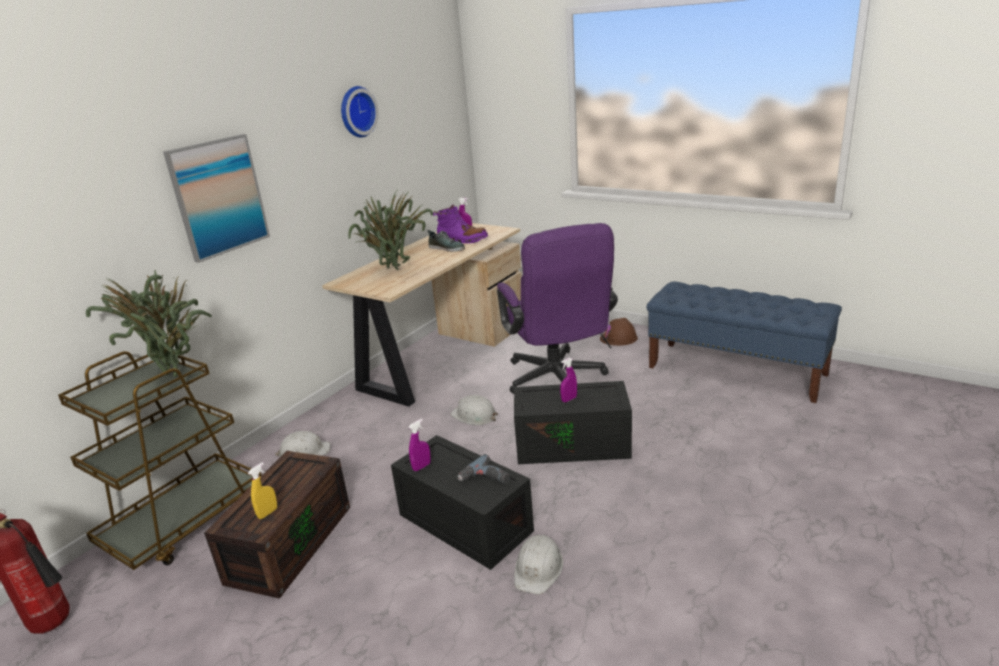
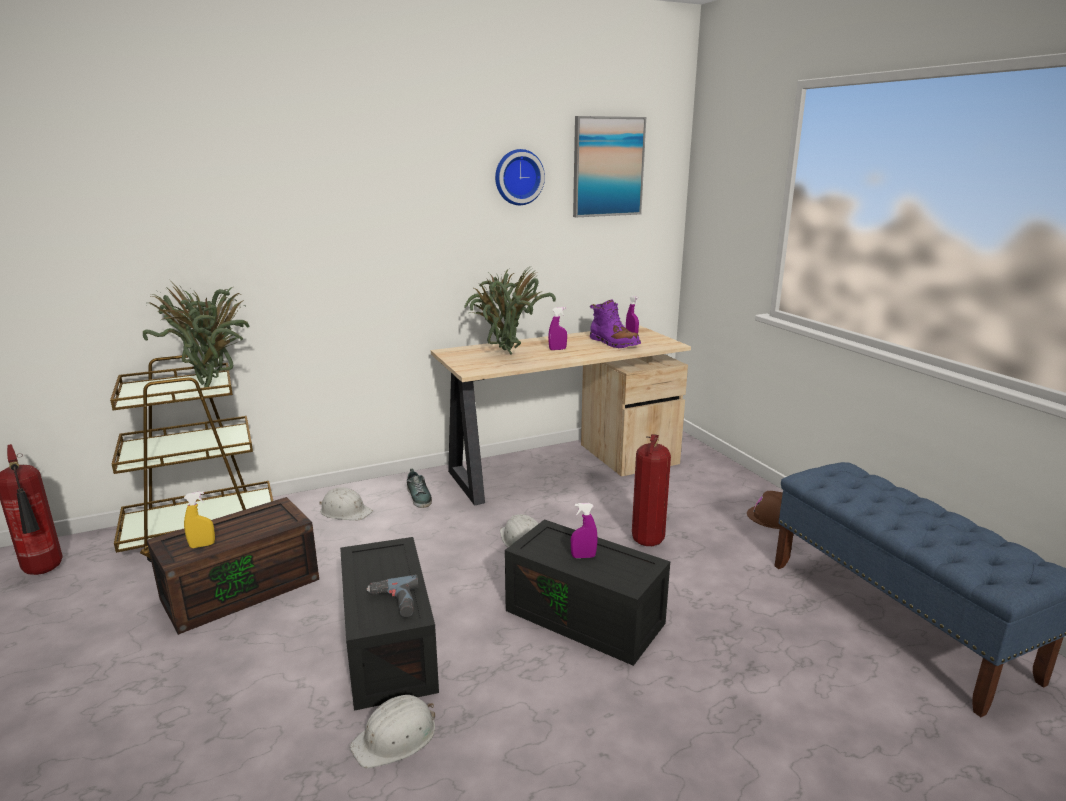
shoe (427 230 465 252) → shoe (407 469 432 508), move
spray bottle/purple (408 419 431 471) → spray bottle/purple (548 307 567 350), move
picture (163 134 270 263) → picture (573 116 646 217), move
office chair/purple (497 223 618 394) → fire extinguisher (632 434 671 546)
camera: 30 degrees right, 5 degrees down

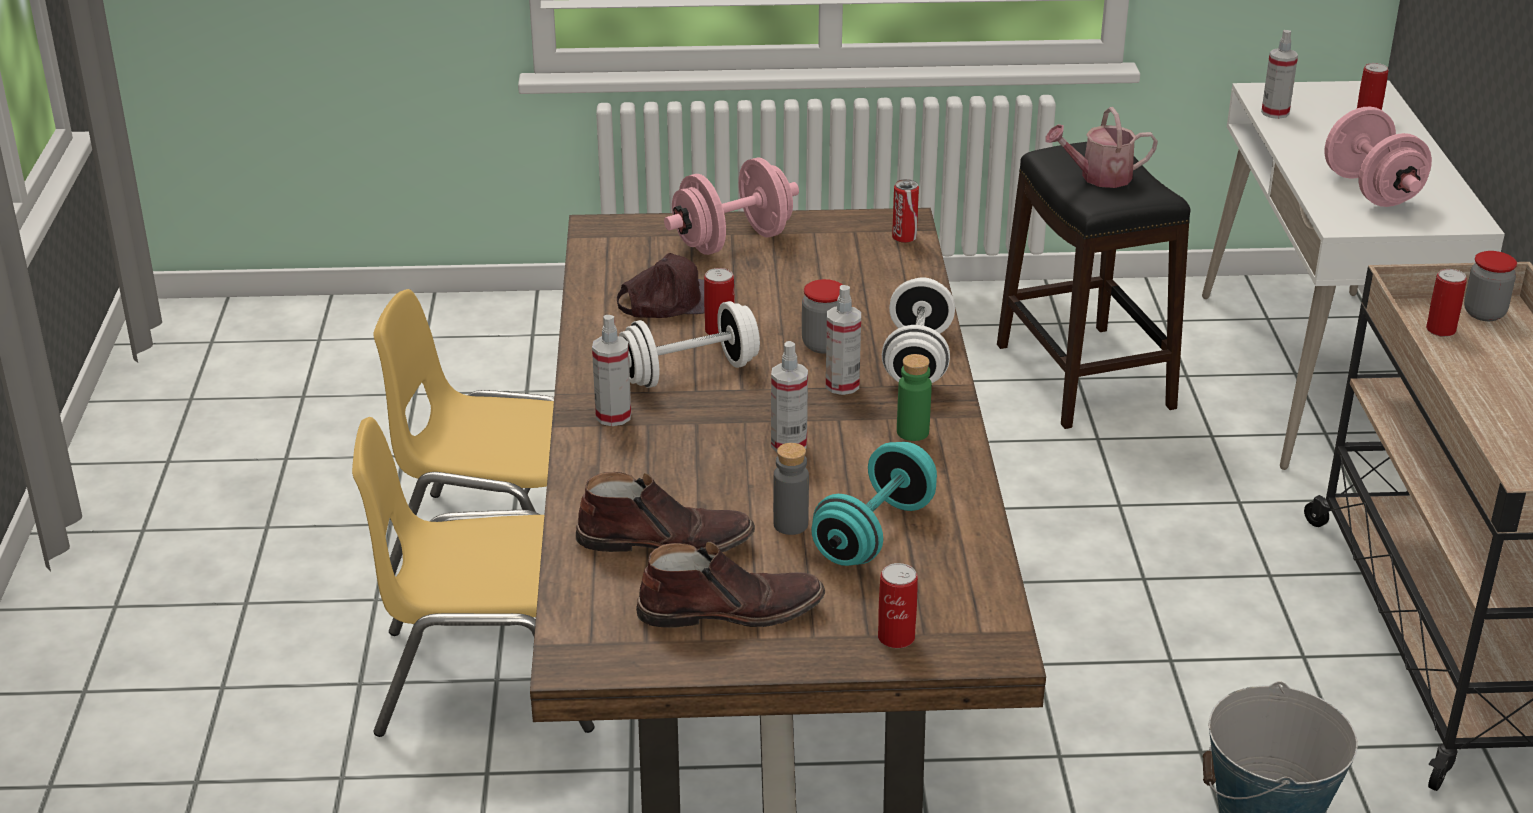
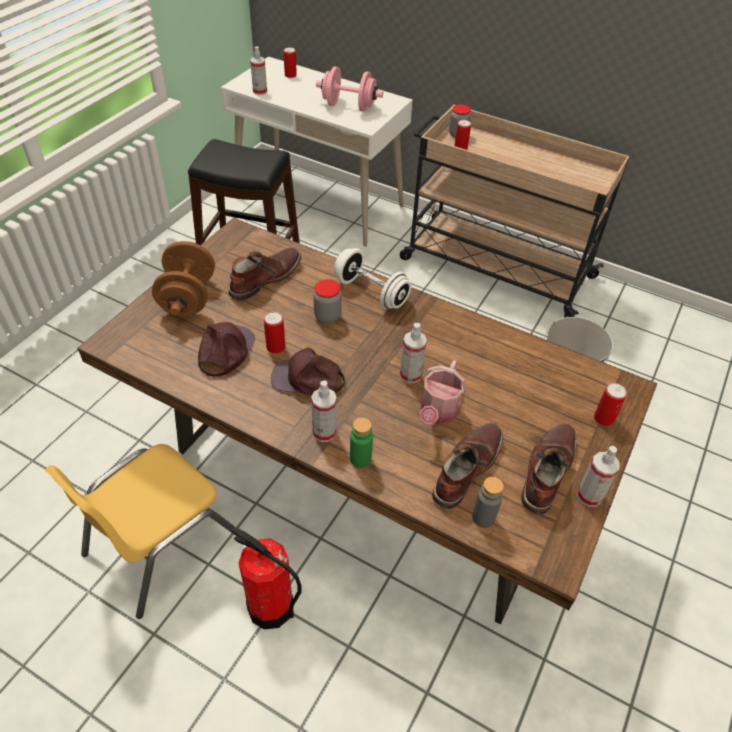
dumbbell/pink (664 157 799 255) → dumbbell/brown (152 241 215 316)
- → boot/brown (228 248 301 301)
chair/yellow (352 417 595 737) → fire extinguisher (231 527 302 630)
dumbbell/white (619 301 760 388) → cap/brown (271 348 345 395)
bottle/green (897 354 932 441) → bottle/green (350 418 373 468), move
watering can (1045 107 1158 188) → watering can (419 360 467 426), move
bottle/grey (773 443 809 535) → bottle/grey (472 477 504 528), move
spray bottle (826 285 861 395) → spray bottle (577 446 620 507), move
dumbbell/turquoise (811 442 937 566) → -
can (892 179 919 243) → -
camera: 60 degrees left, 15 degrees up

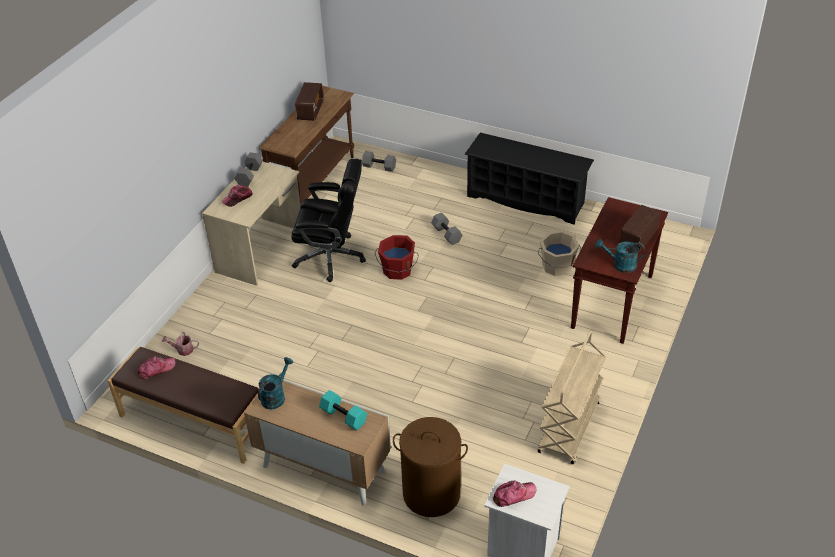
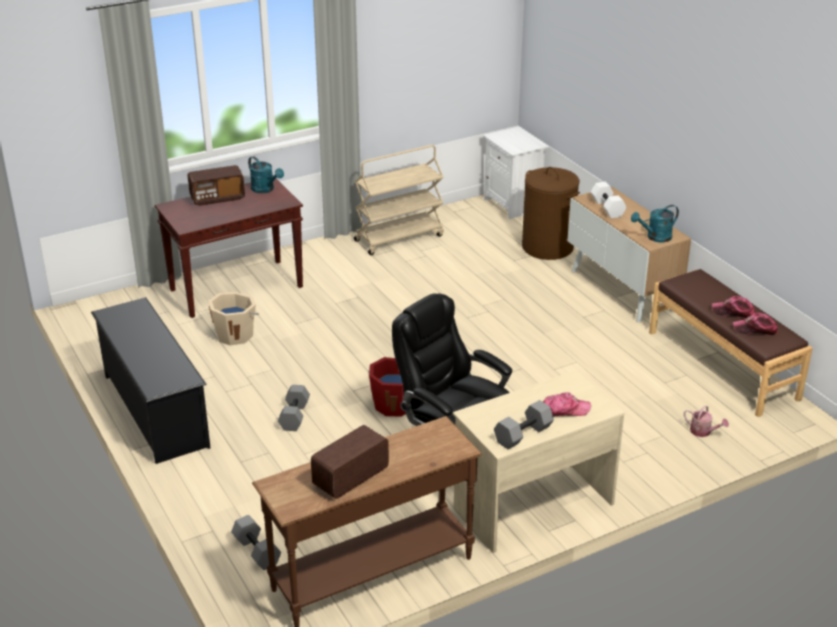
dumbbell/turquoise (319 390 367 431) → dumbbell/white (591 182 626 218)
cap (493 480 536 507) → cap (712 296 756 318), move
camera: 145 degrees left, 10 degrees down

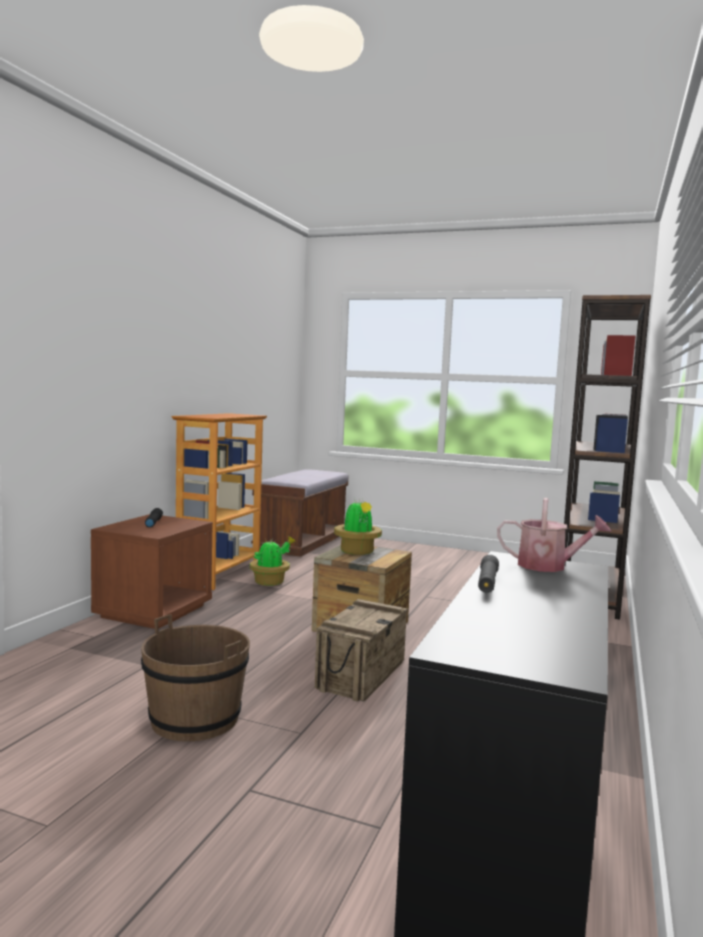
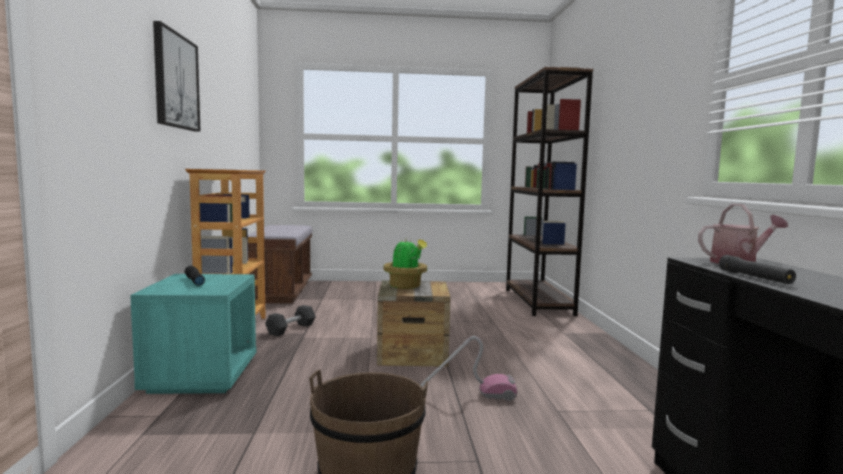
nightstand/brown (91 514 213 629) → nightstand/turquoise (131 274 256 394)
- → picture (153 21 200 132)
potted plant (250 536 296 586) → dumbbell/black (265 305 316 336)
crate (315 599 408 702) → vacuum cleaner (420 336 517 401)
camera: 25 degrees left, 0 degrees up

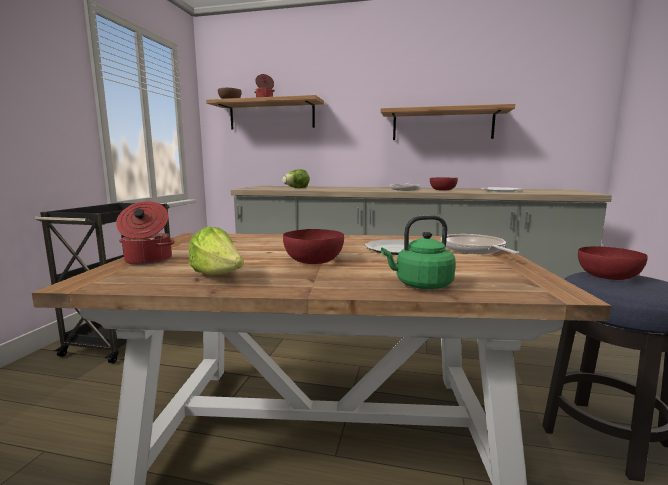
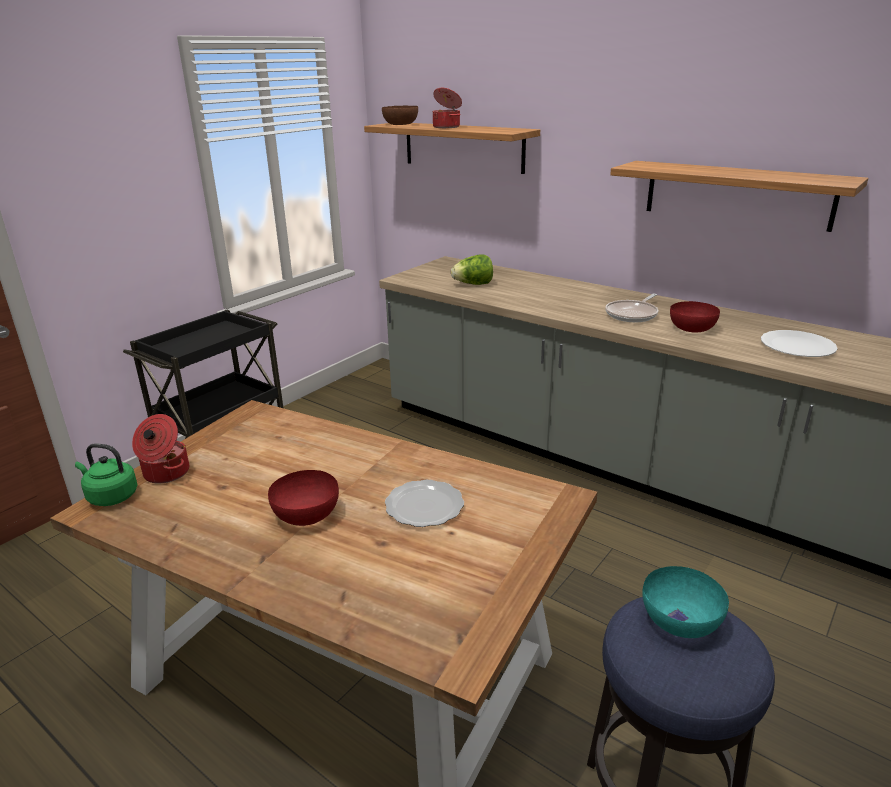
kettle/green (381 215 456 289) → kettle/green (75 443 138 506), move
bowl/red (578 247 648 280) → bowl/turquoise (642 566 729 638)
lettuce (189 227 244 275) → -
frying pan (441 234 519 254) → -
camera: 25 degrees right, 15 degrees up

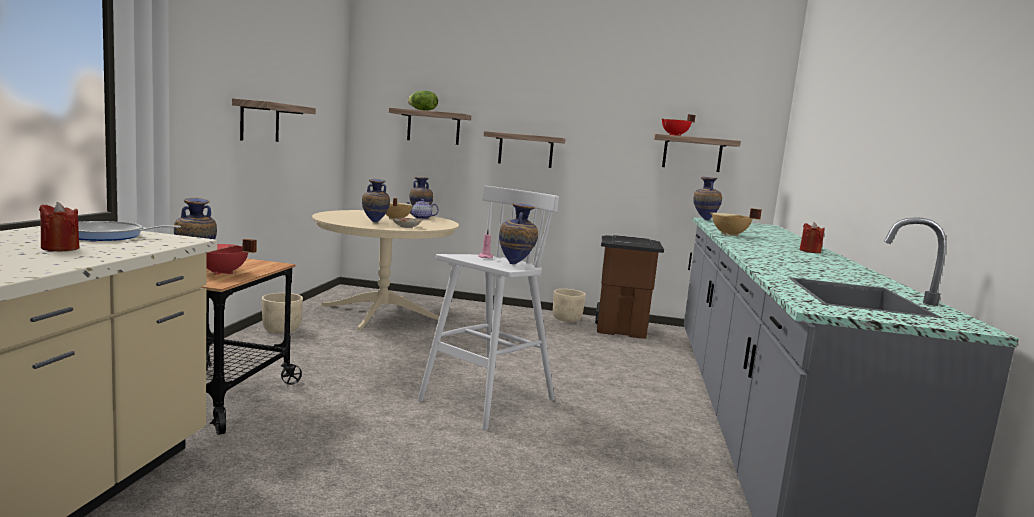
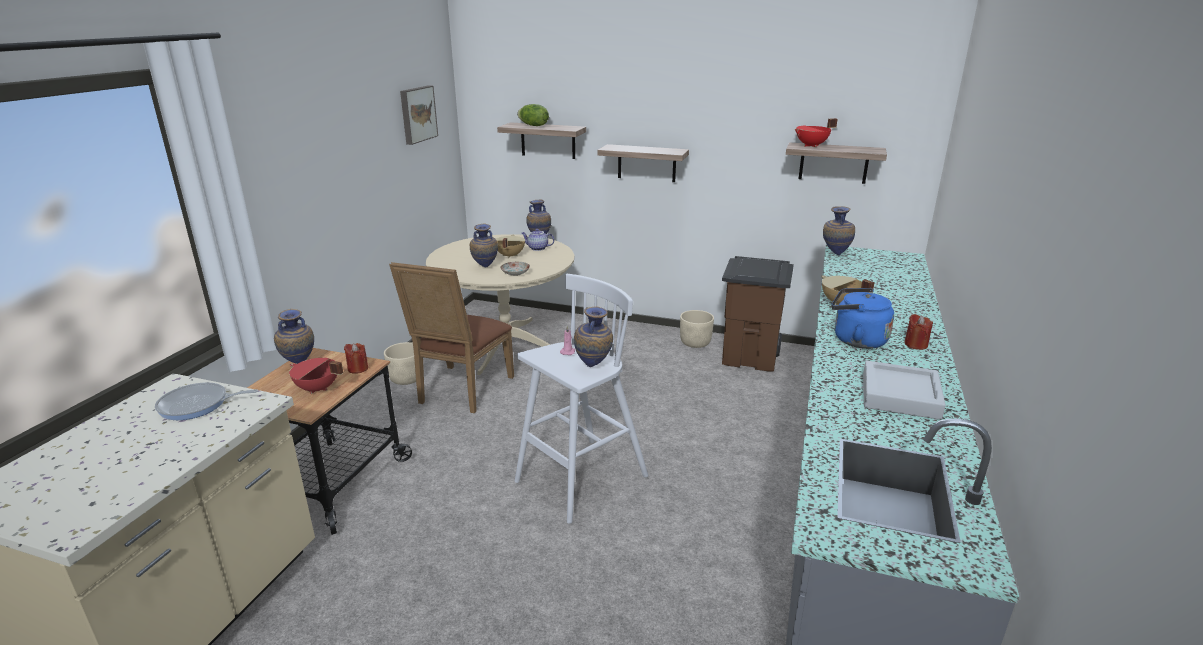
candle/red (39 202 79 251) → candle/red (344 343 368 374), move
- → chair/brown (389 262 514 413)
- → picture (400 85 438 145)
- → kettle/blue (832 288 894 349)
- → tray/grey (863 361 946 420)
shelf (232 98 316 142) → -
camera: 10 degrees right, 15 degrees up

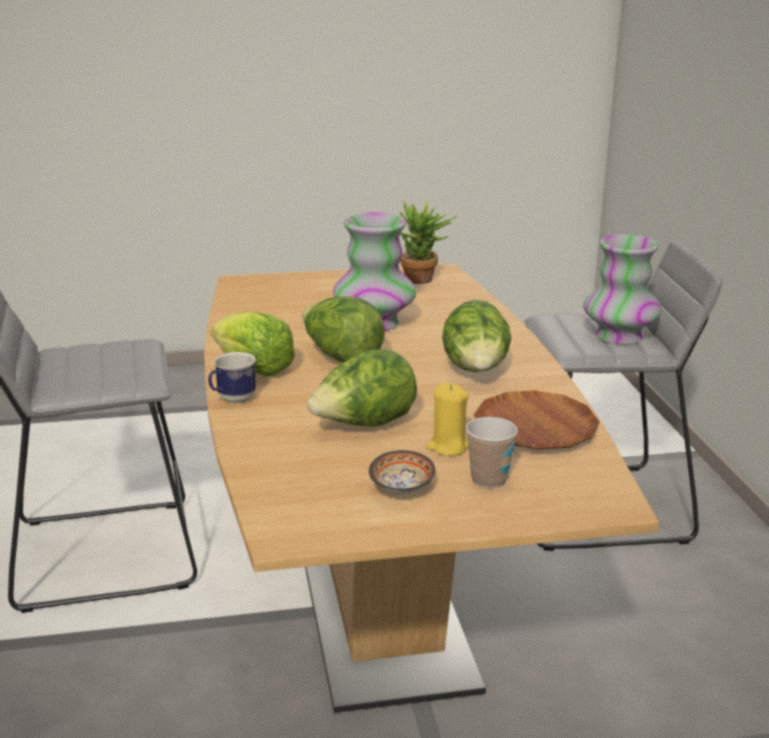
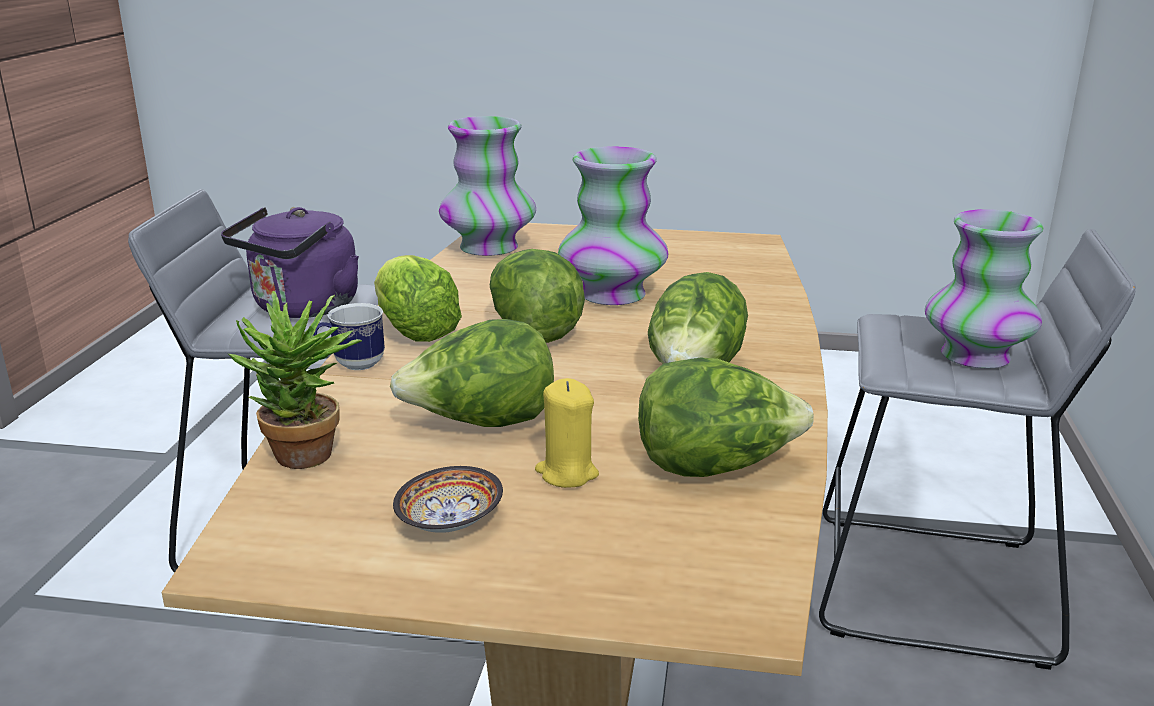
- → kettle/purple (221 207 359 318)
potted plant (400 200 457 284) → potted plant (228 291 362 469), move
- → vase (439 116 536 256)
plate/brown (474 390 599 450) → lettuce (638 358 814 477)
cup (466 417 518 489) → -
camera: 20 degrees right, 0 degrees up

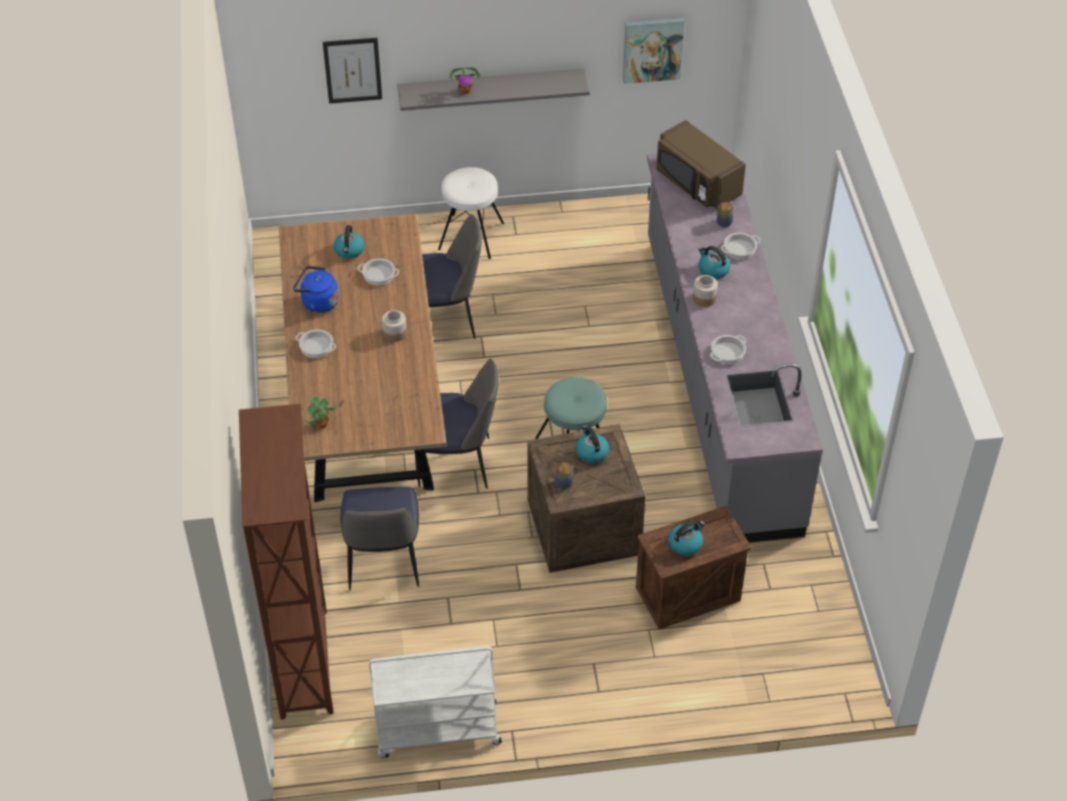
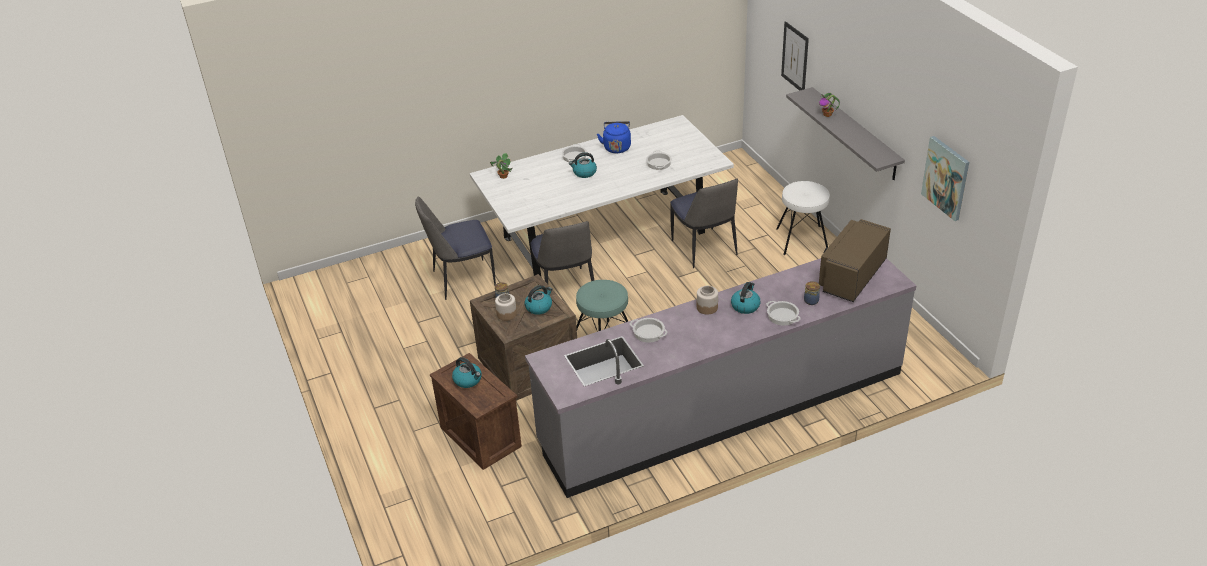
dining table/brown (279 214 447 502) → dining table/white (470 115 734 276)
jar (382 310 407 342) → jar (495 293 517 321), move
kettle (334 225 365 259) → kettle (569 152 597 178), move
bookcase/brown (239 404 333 720) → -
cart/white (369 646 502 758) → -
camera: 75 degrees right, 10 degrees down

